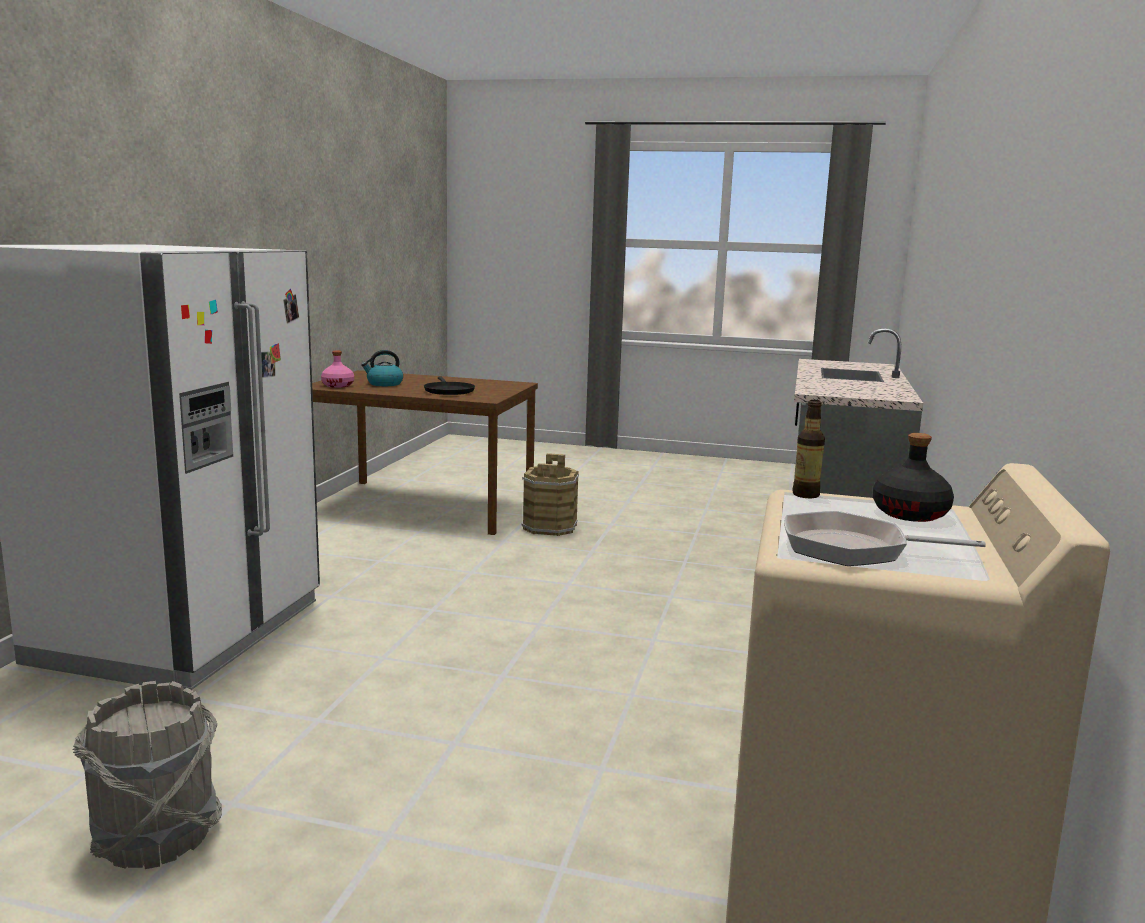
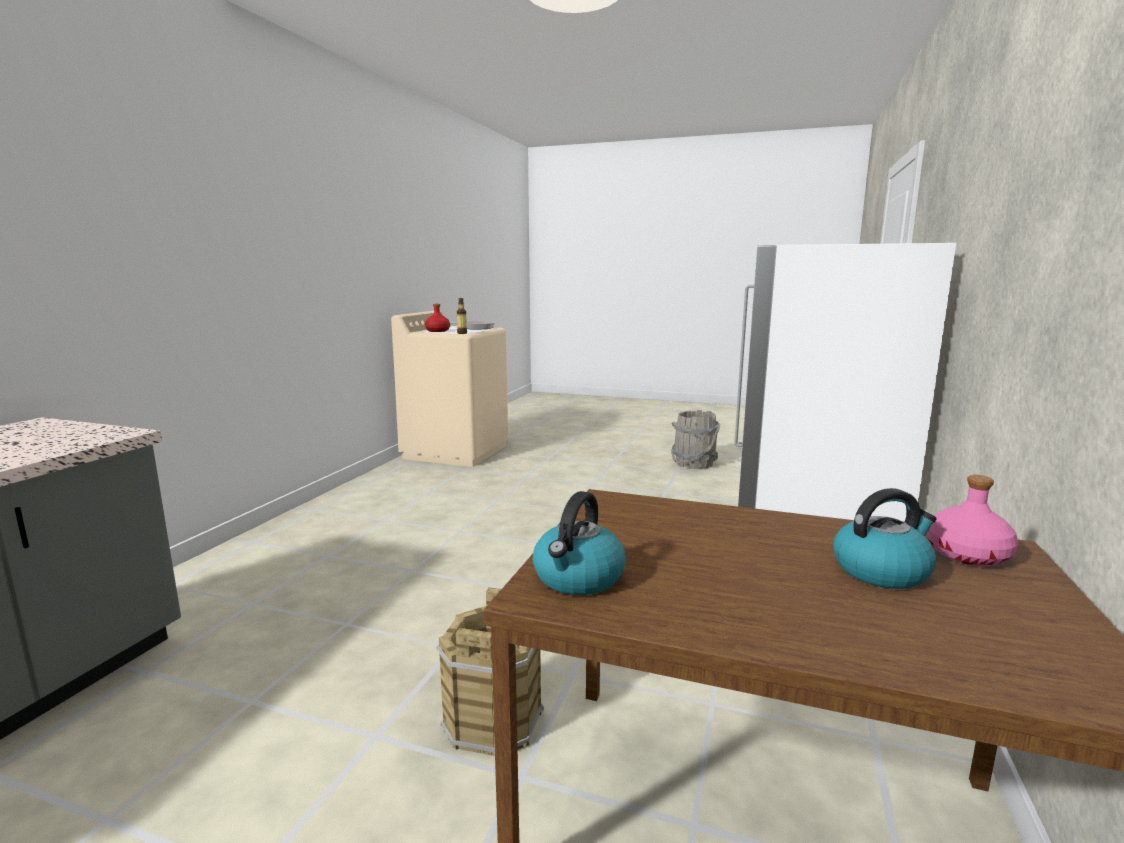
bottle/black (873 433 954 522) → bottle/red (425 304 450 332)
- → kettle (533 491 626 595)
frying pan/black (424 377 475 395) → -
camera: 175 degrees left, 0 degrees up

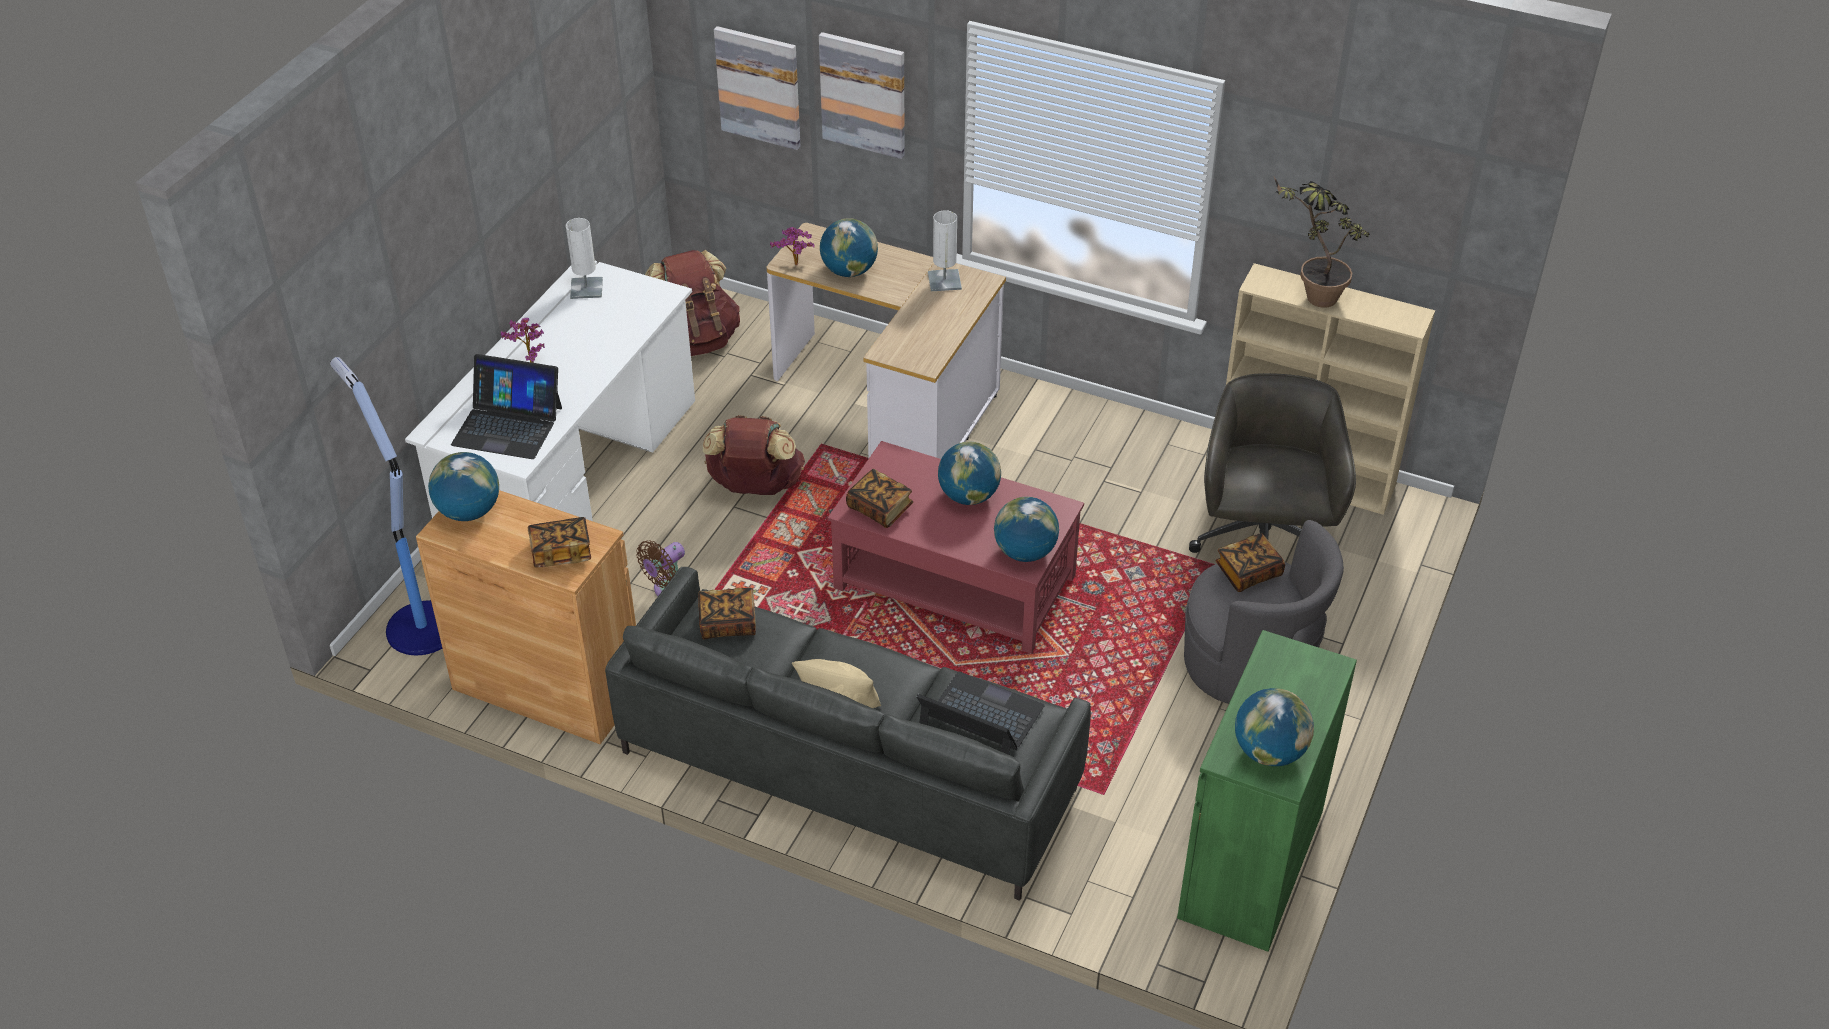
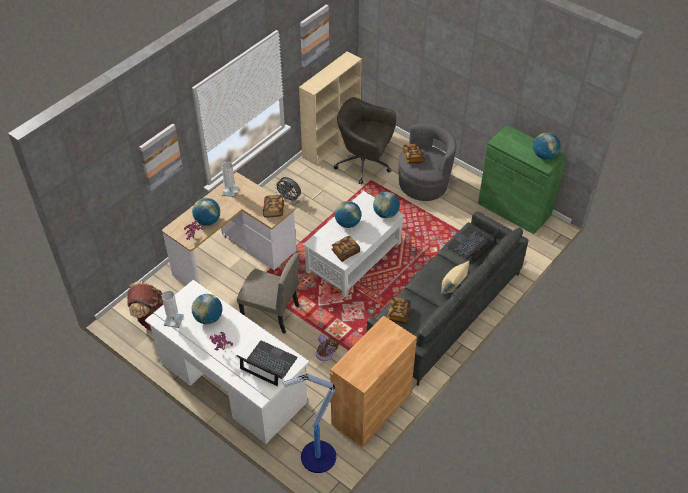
globe (428 452 499 521) → globe (192 294 222 324), move
backpack/brown (703 415 805 495) → chair/beige (237 253 299 334)
laptop (451 354 562 459) → laptop (237 340 297 386), 90 degrees counterclockwise
book (528 517 591 568) → book (263 195 284 218), move
- → fan/grey (275 177 301 202)
picture (714 26 801 150) → picture (300 5 329 67), move
coffee table/red (828 441 1084 654) → coffee table/white (303 191 404 297)
potted plant (1274 177 1370 308) → -
camera: 75 degrees left, 5 degrees up

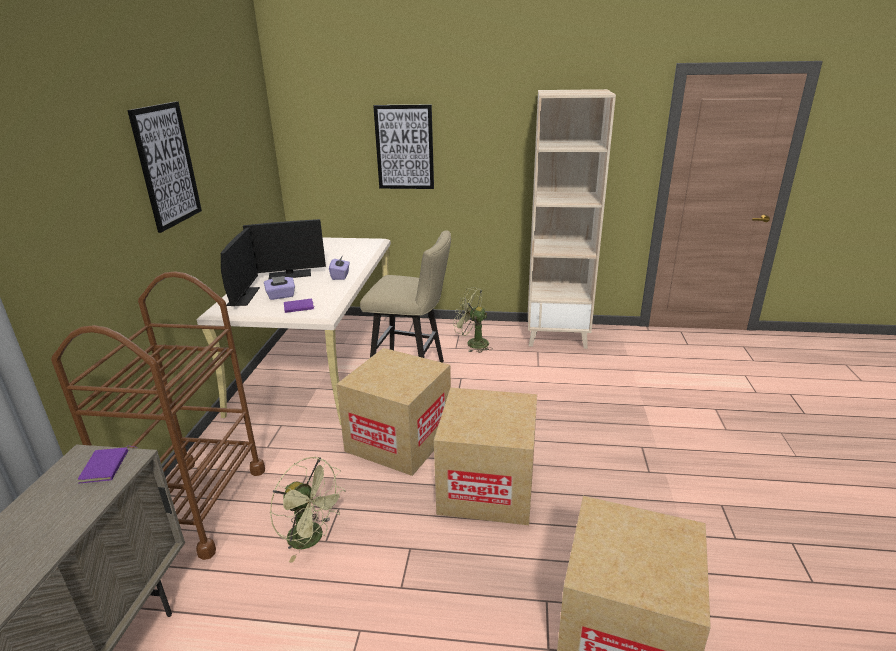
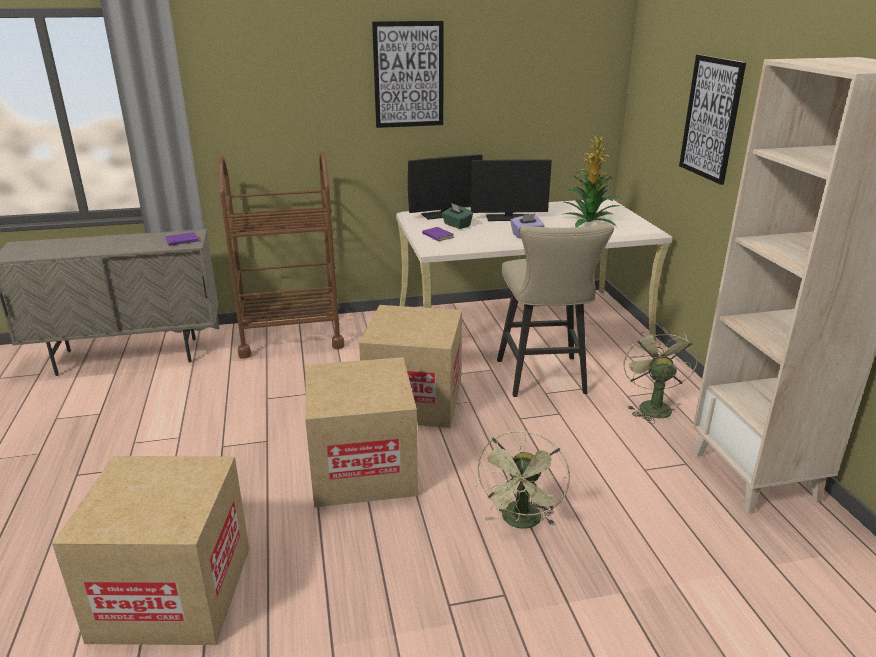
tissue box/purple (264 276 295 300) → tissue box/green (442 203 473 229)
monitor (243 219 326 279) → monitor (471 159 552 221), 60 degrees counterclockwise
fan/green (270 457 346 563) → fan/green (476 431 570 528), move
- → potted plant (562 132 623 227)
camera: 70 degrees right, 0 degrees up

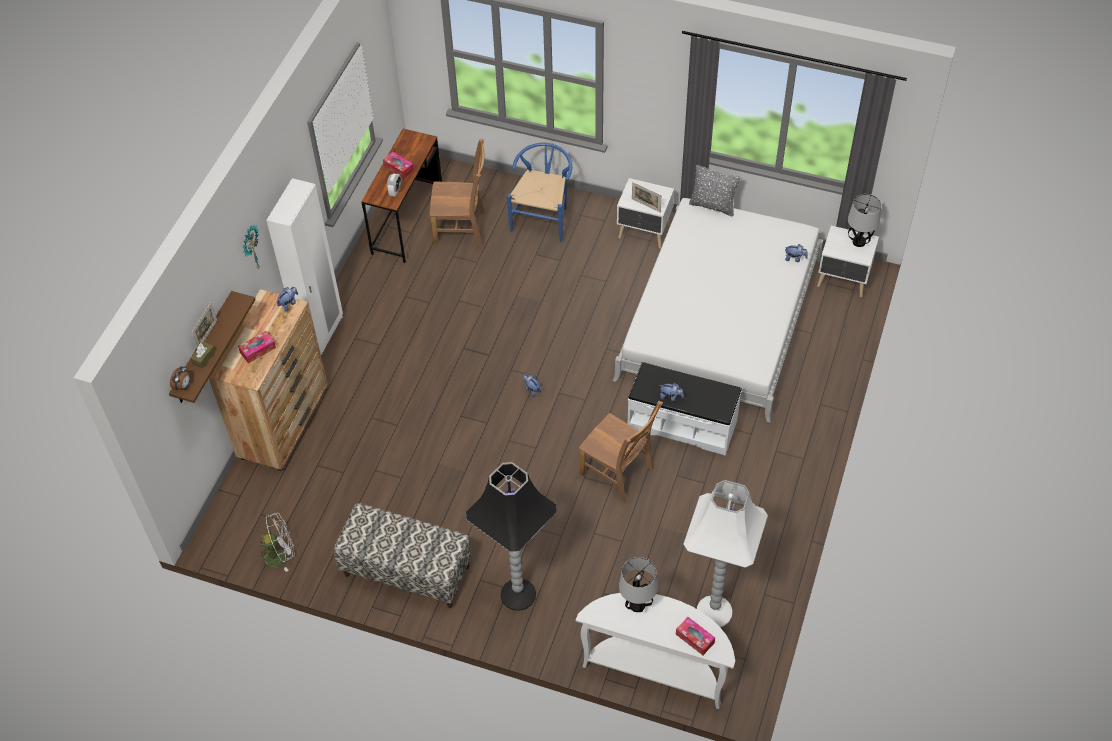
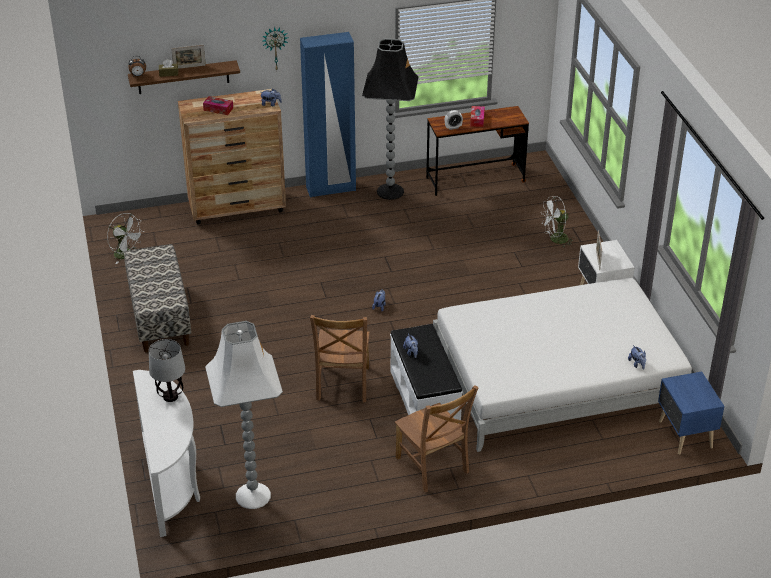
wardrobe/white (266 178 343 355) → wardrobe/blue (300 32 356 197)
floor lamp/black (466 462 557 611) → floor lamp/black (362 38 419 200), move
chair/brown (430 139 485 246) → chair/brown (395 385 479 492), move
chair/blue (507 143 572 242) → fan/white (541 196 575 247)
nightstand/white (817 226 879 297) → nightstand/blue (658 371 724 455)
tissue box (676 617 715 655) → -
pillow/grey (689 165 740 216) → -
table lamp (848 194 881 247) → -
camera: 55 degrees right, 15 degrees down

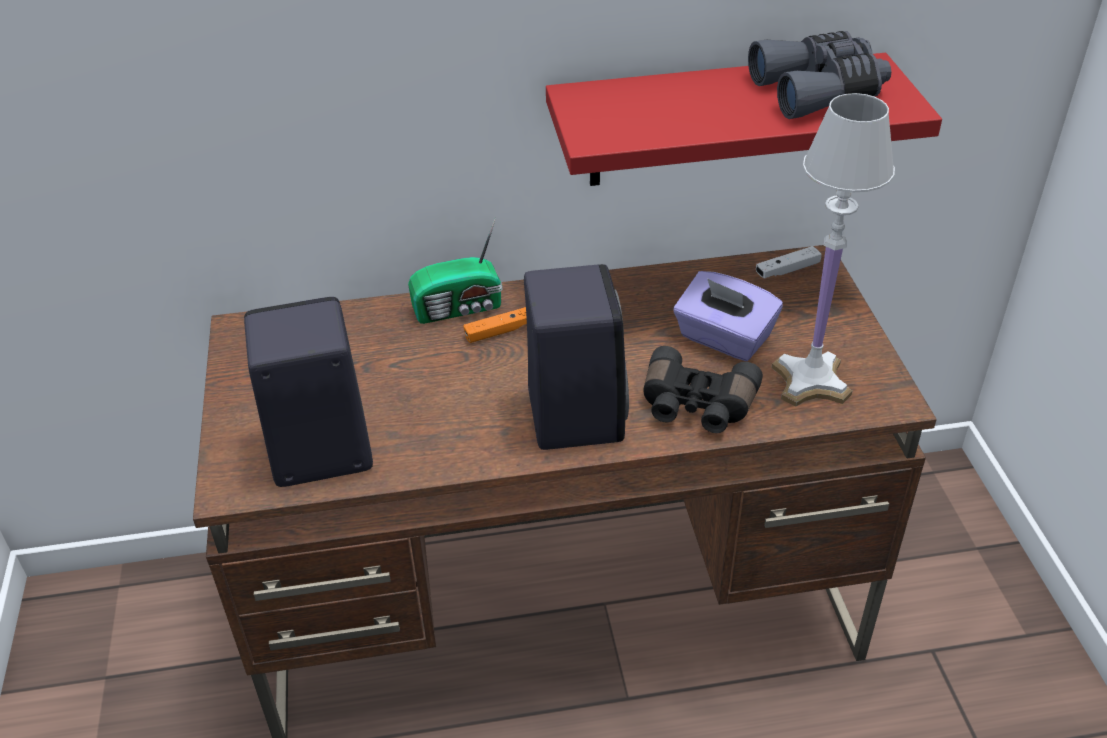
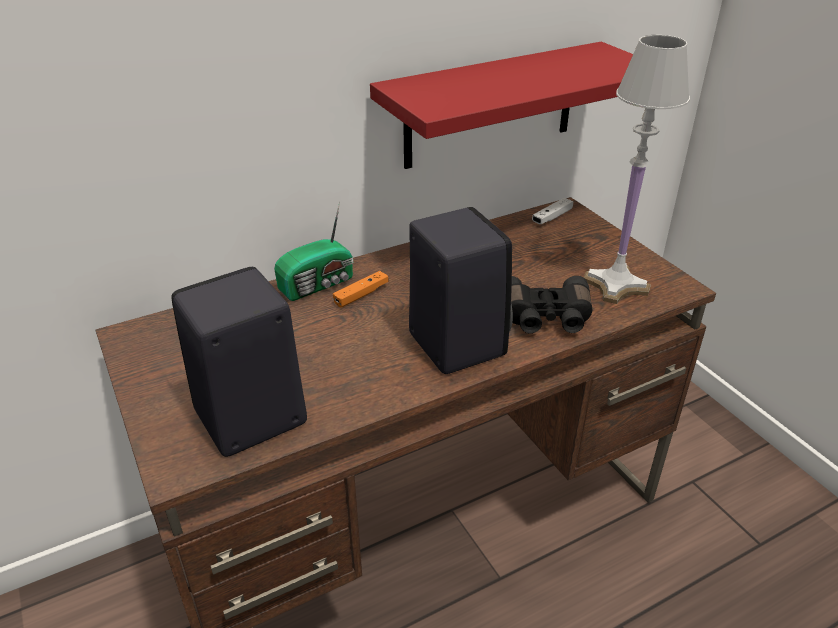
tissue box/purple (673 271 783 361) → -
binoculars/grey (748 31 892 119) → -
camera: 20 degrees left, 5 degrees down

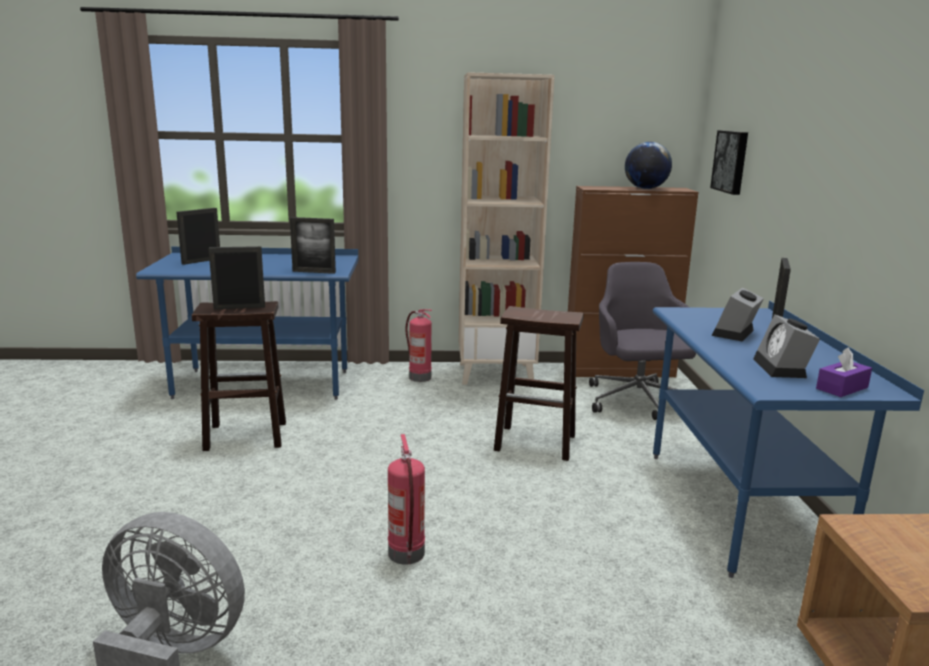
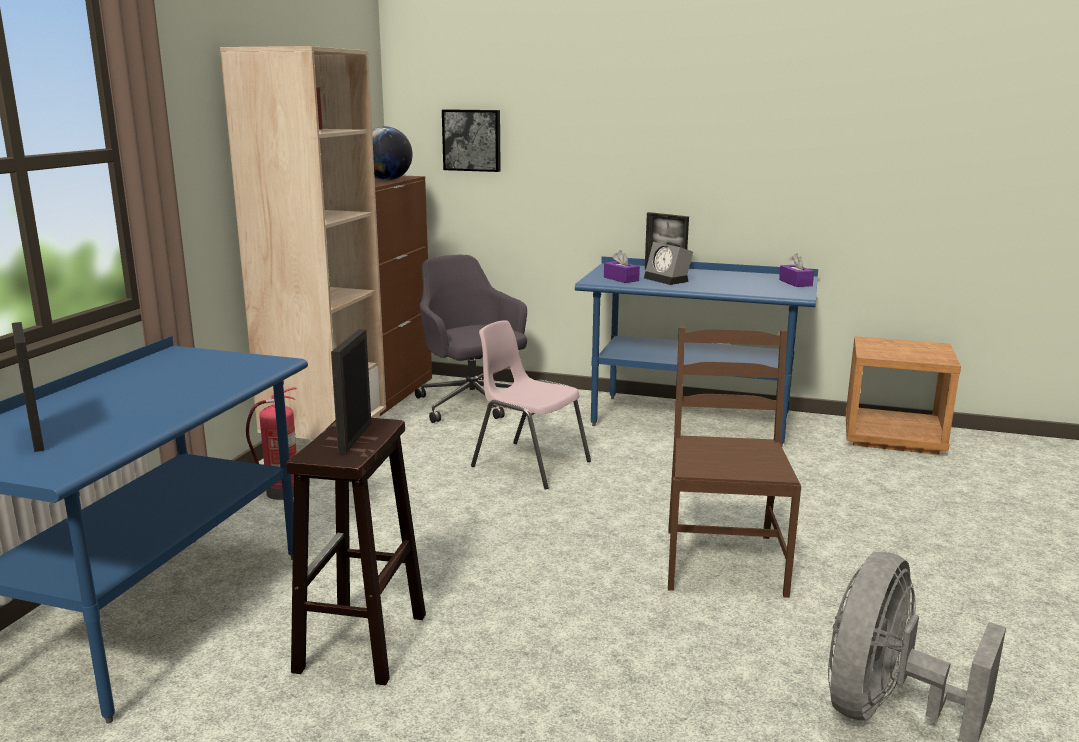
office chair/grey (589 262 696 420) → office chair/grey (415 255 527 423), 45 degrees clockwise
stool/brown (494 306 584 461) → chair/pink (471 320 591 490)
- → tissue box/purple (604 250 640 283)
fire extinguisher (388 434 425 565) → chair/brown (668 326 801 598)
picture frame (290 217 336 274) → -
alarm clock (753 314 820 378) → -
camera: 70 degrees left, 0 degrees up

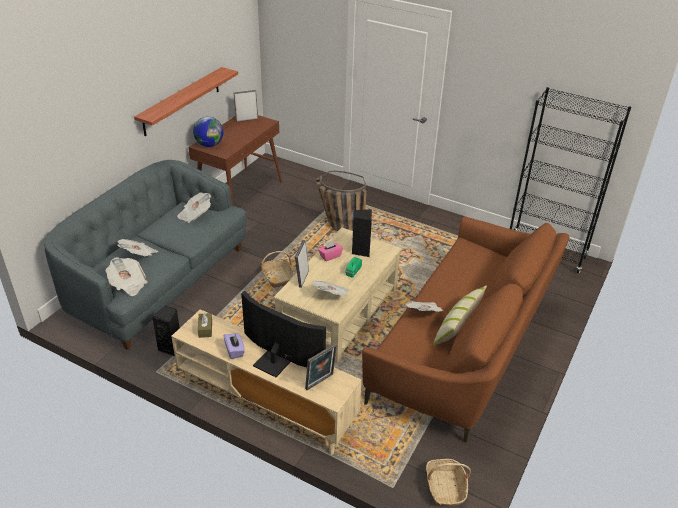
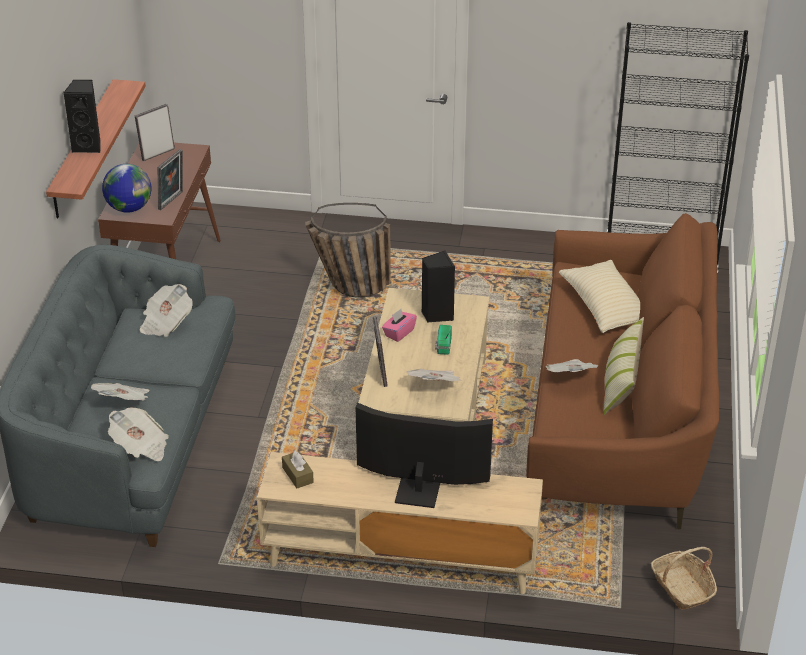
speaker/black (152 306 180 356) → speaker/black (64 80 100 153), move
picture frame (305 344 337 390) → picture frame (157 149 183 210), move
- → pillow/beige (559 260 640 333)
tissue box/purple (224 332 245 359) → -
basket (261 251 294 288) → -
camera: 20 degrees left, 0 degrees up

